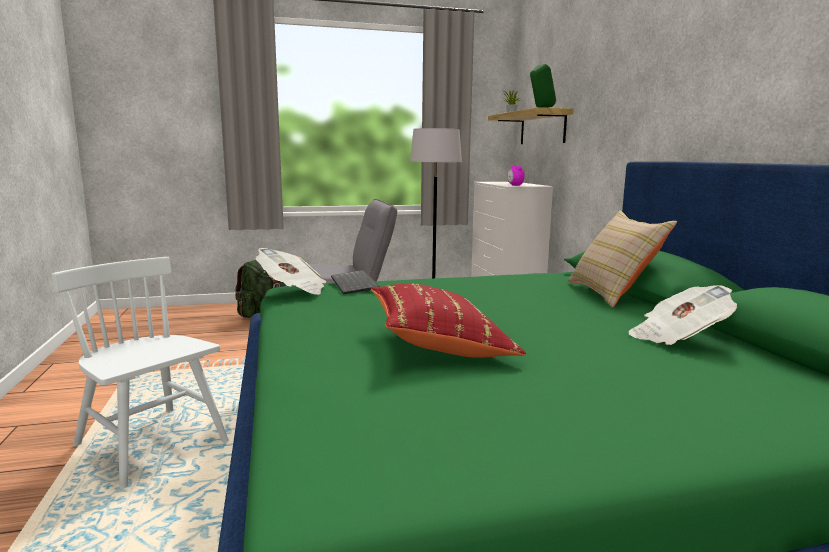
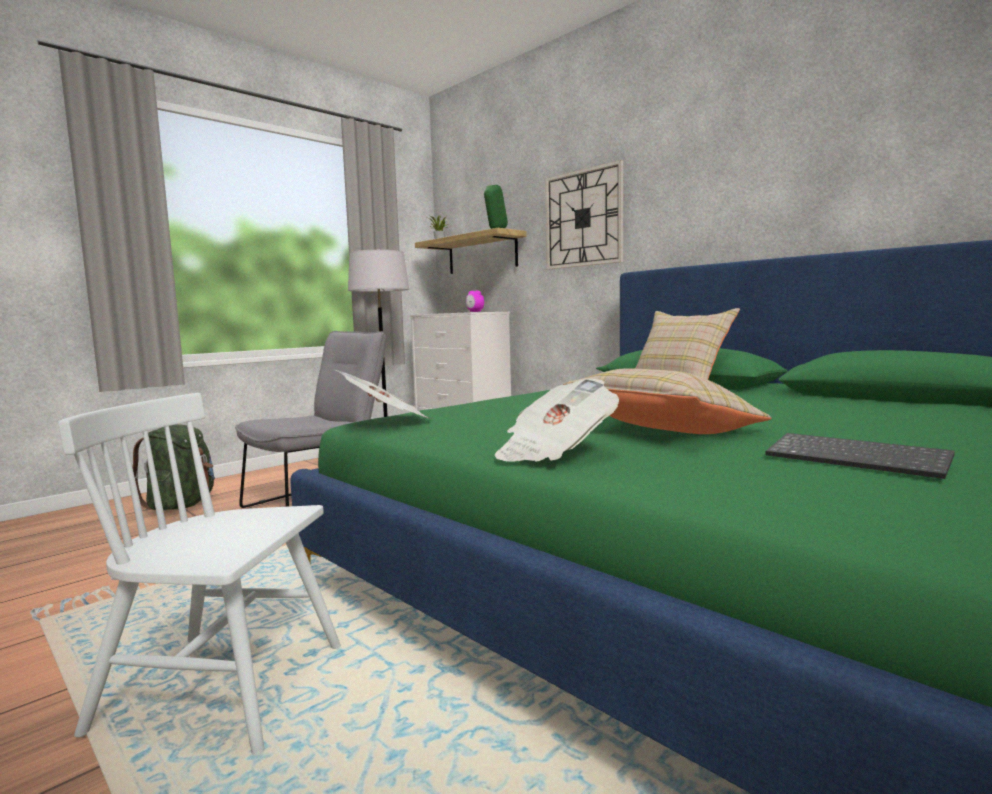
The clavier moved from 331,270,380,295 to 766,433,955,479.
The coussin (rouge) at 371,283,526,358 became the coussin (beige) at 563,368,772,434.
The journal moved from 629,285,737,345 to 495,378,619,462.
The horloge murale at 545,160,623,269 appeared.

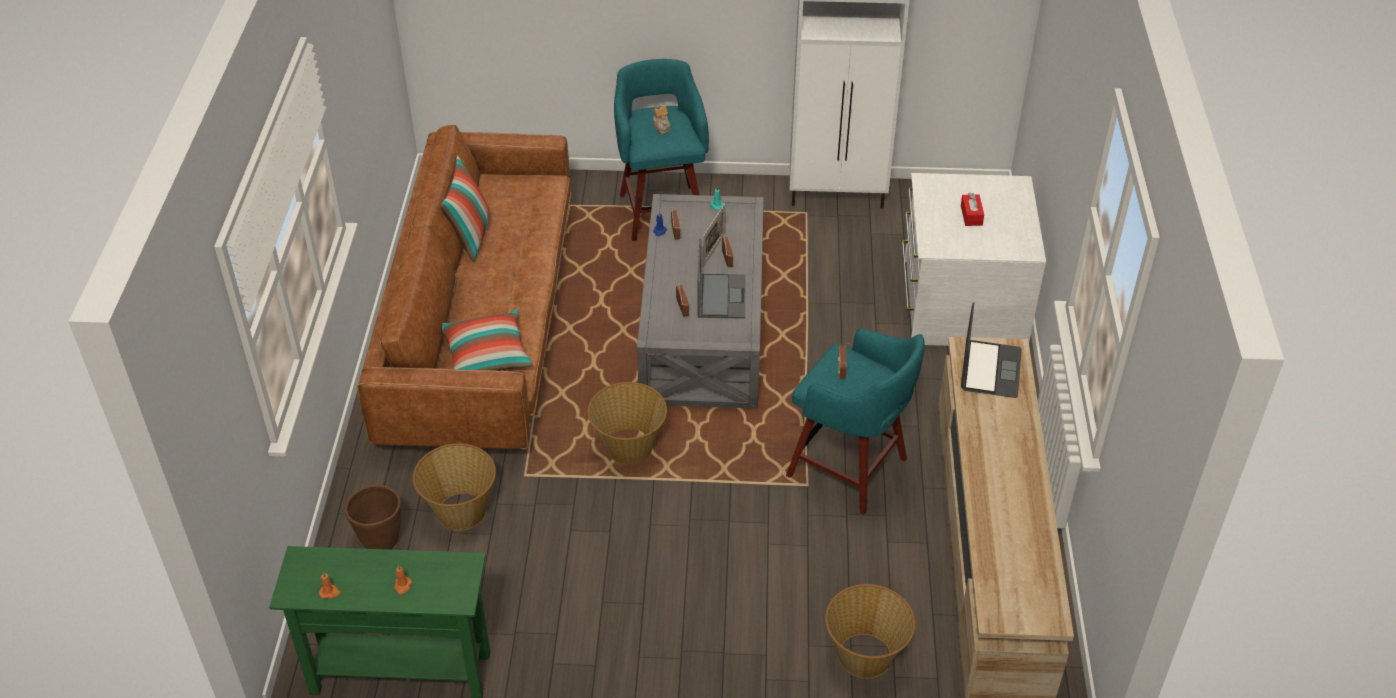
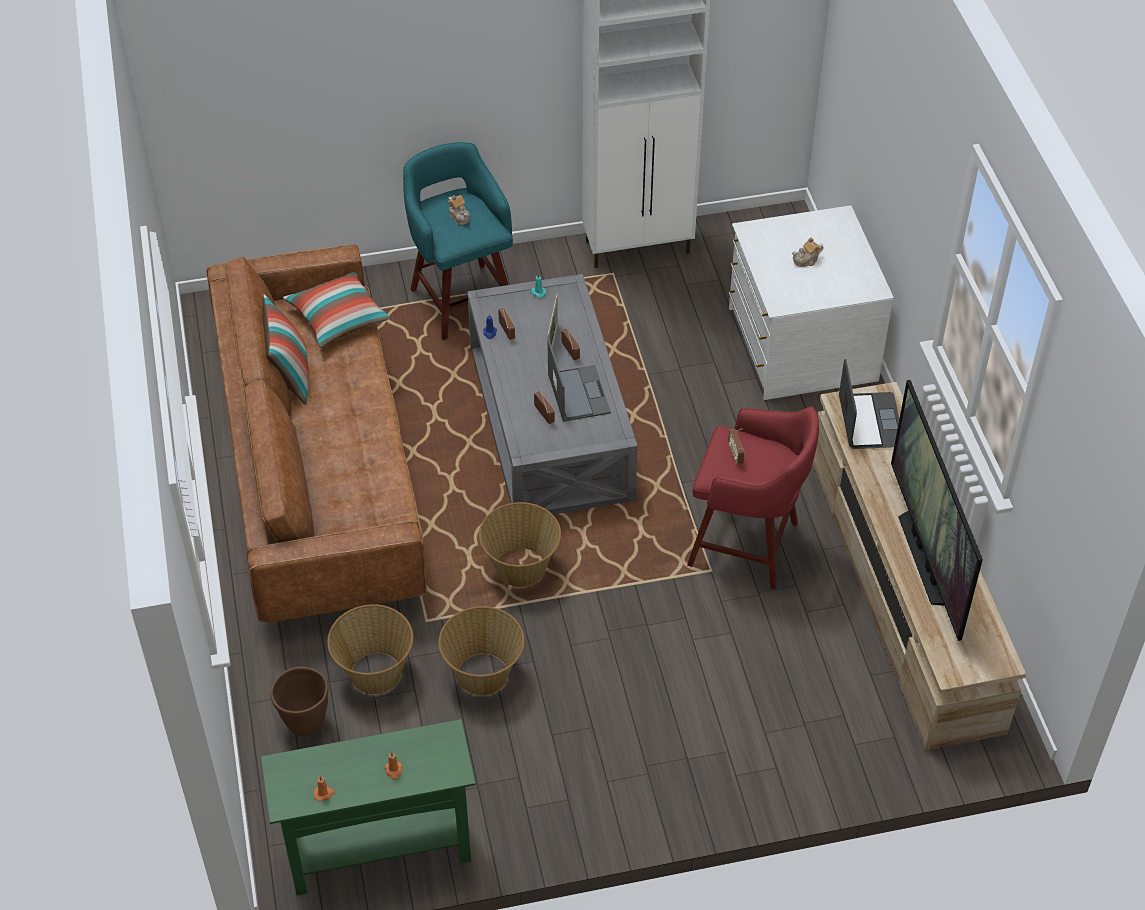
The boîte à mouchoirs (rouge) at 961,193,984,226 was replaced by the théière at 792,237,823,267.
The coussin moved from 442,310,533,371 to 283,272,391,348.
The tabouret (turquoise) at 786,328,925,515 became the tabouret (rouge) at 687,406,819,590.
The panier moved from 825,584,915,678 to 438,606,525,696.
The téléviseur at 891,380,983,641 appeared.

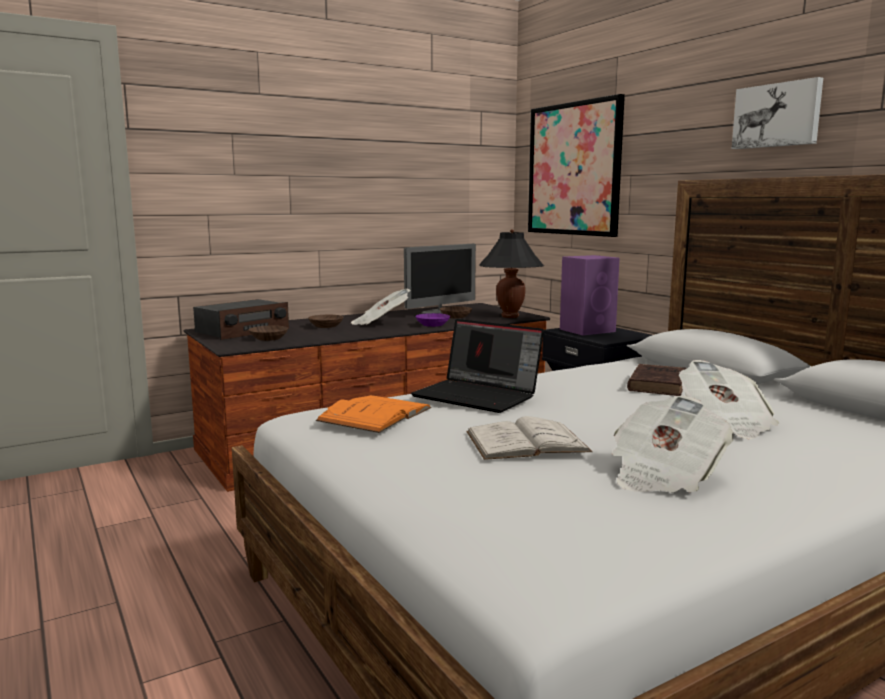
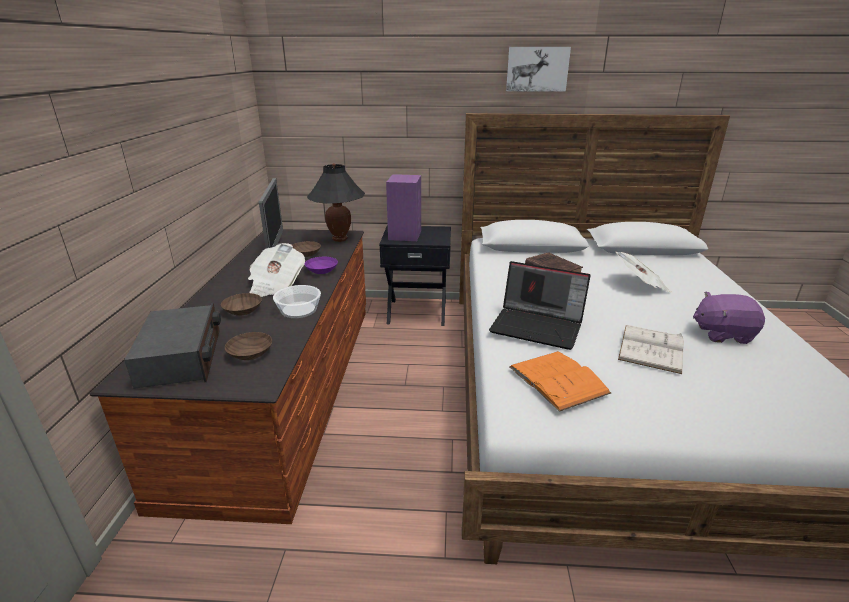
The tableau at 528,94,625,237 disappeared.
The ordinateur portable at 411,319,544,413 turned 45 degrees clockwise.
The journal at 612,396,734,492 was replaced by the peluche (violet) at 693,291,765,344.
The bol at 273,285,321,318 appeared.

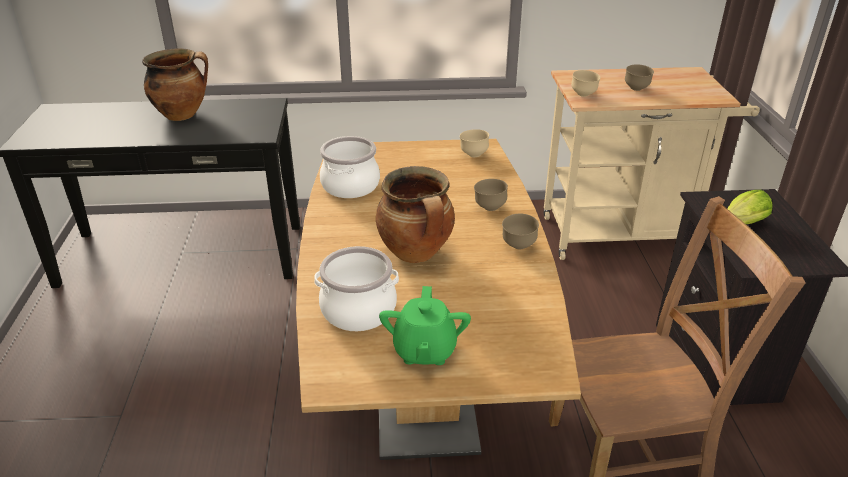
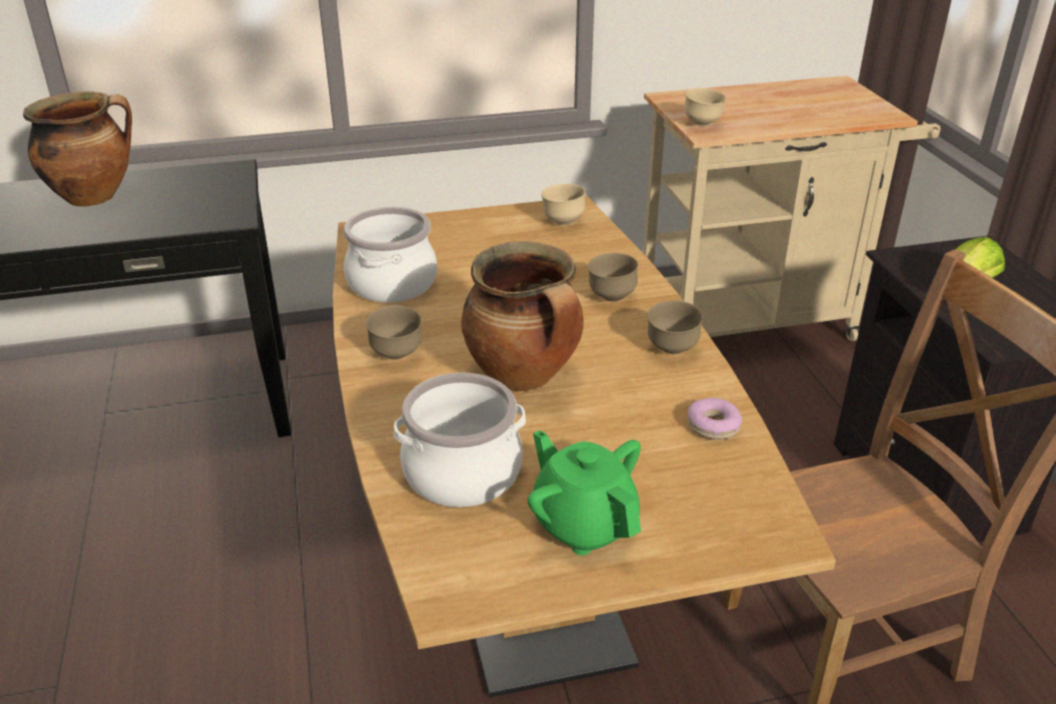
The bol (marron) moved from 625,64,654,91 to 366,305,422,360.
The théière (vert) at 379,286,471,365 turned 150 degrees clockwise.
The beignet at 687,398,742,440 appeared.

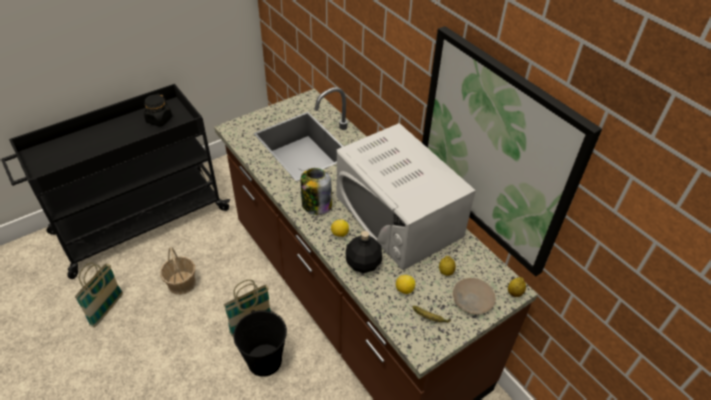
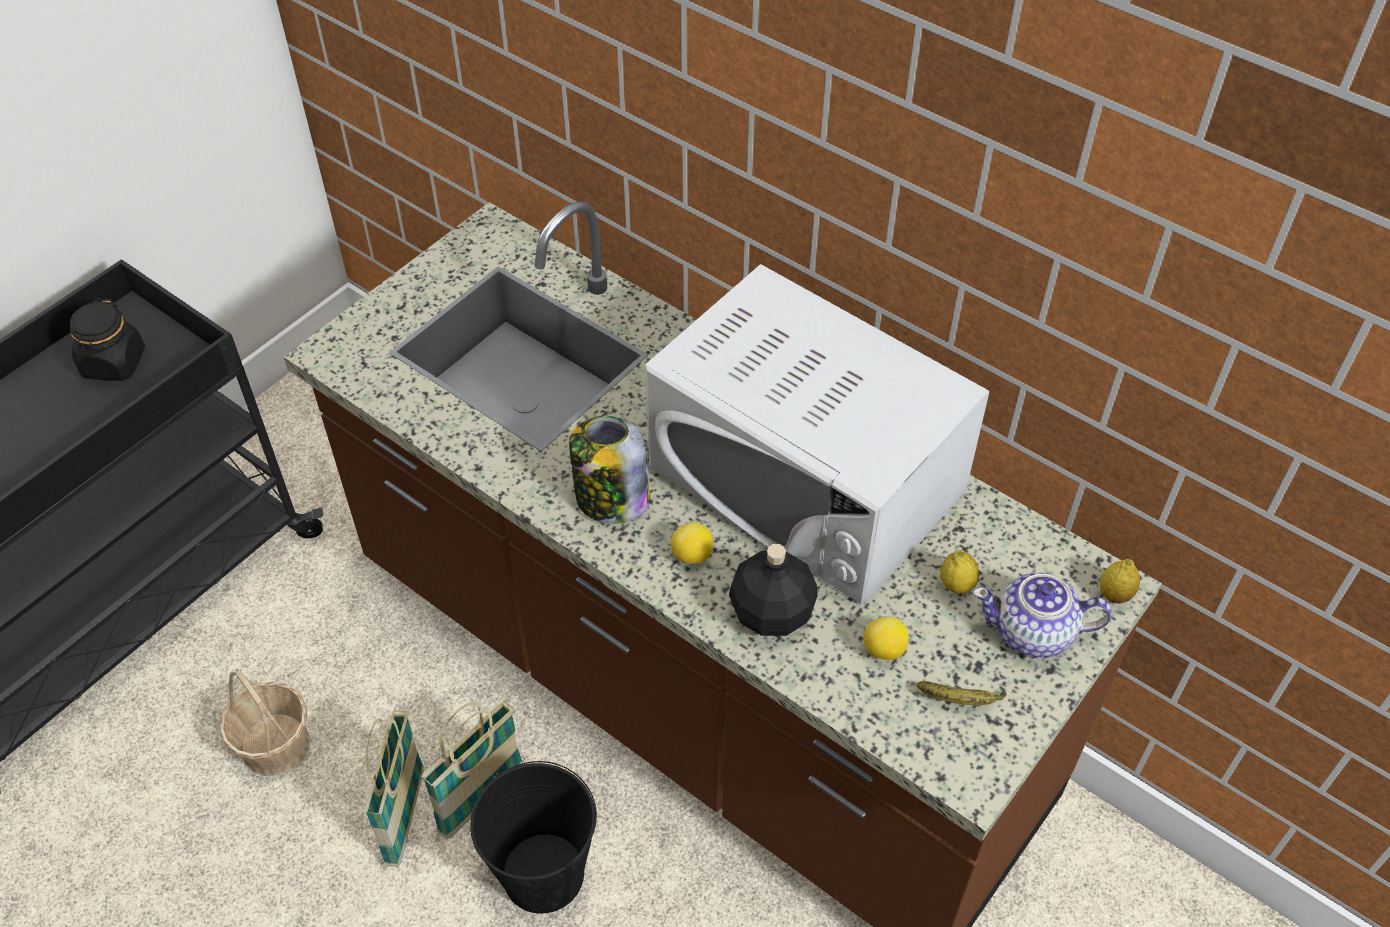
The tableau at 422,26,602,277 disappeared.
The panier moved from 75,262,123,327 to 365,710,424,867.
The assiette (beige) at 453,278,495,314 was replaced by the théière at 973,573,1112,658.

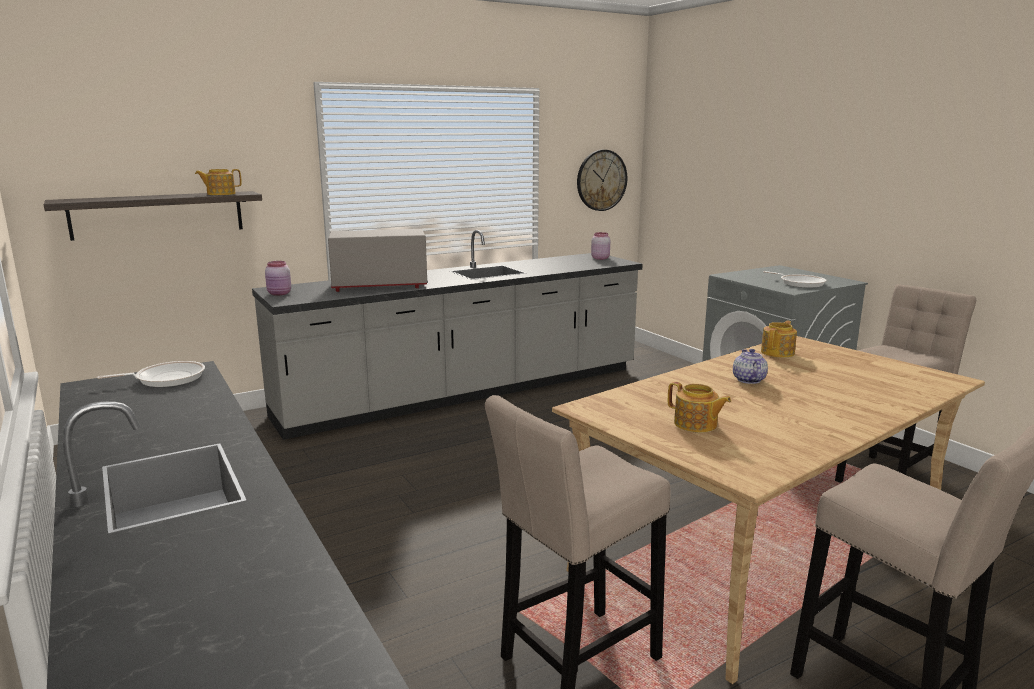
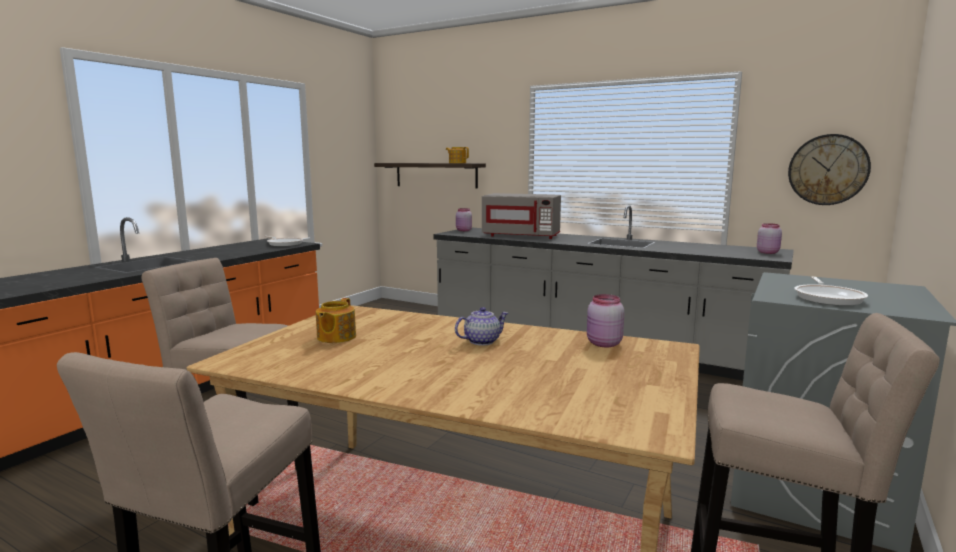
The micro-ondes (gris) at 328,229,427,292 turned 150 degrees clockwise.
The théière at 761,321,797,358 was replaced by the bocal (rose) at 587,294,625,347.

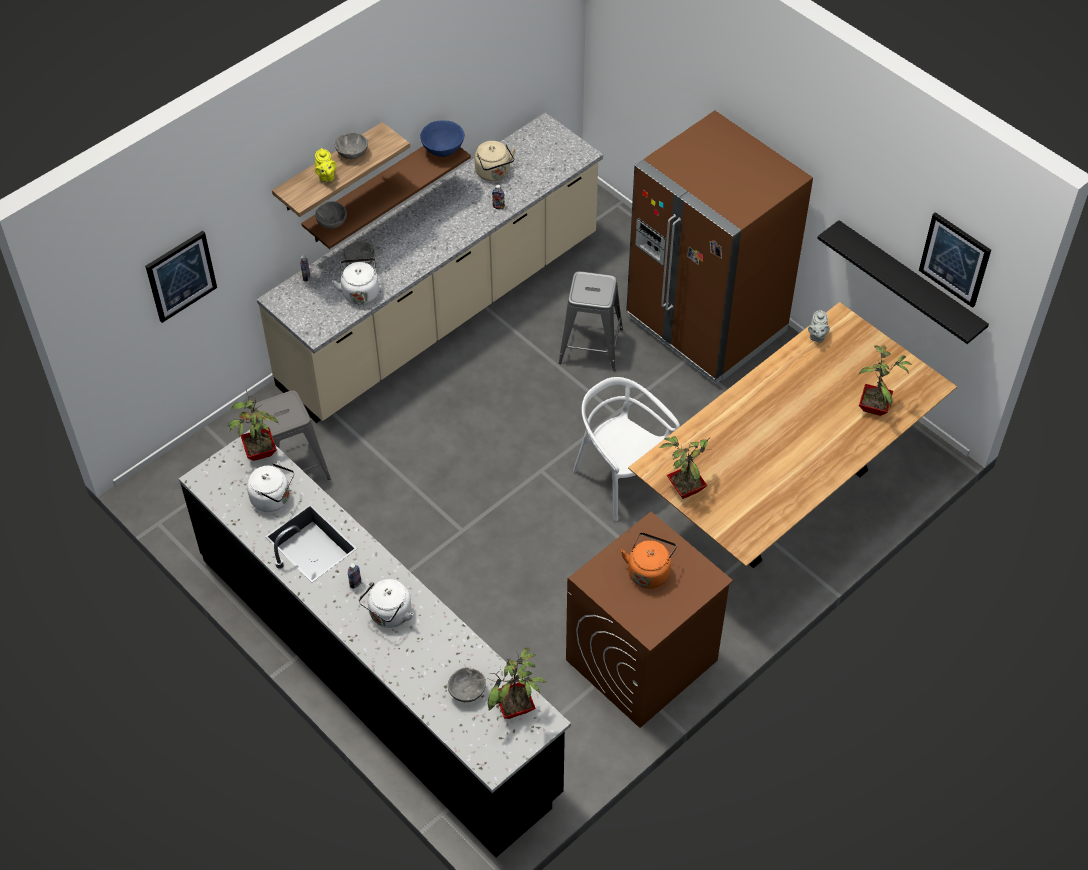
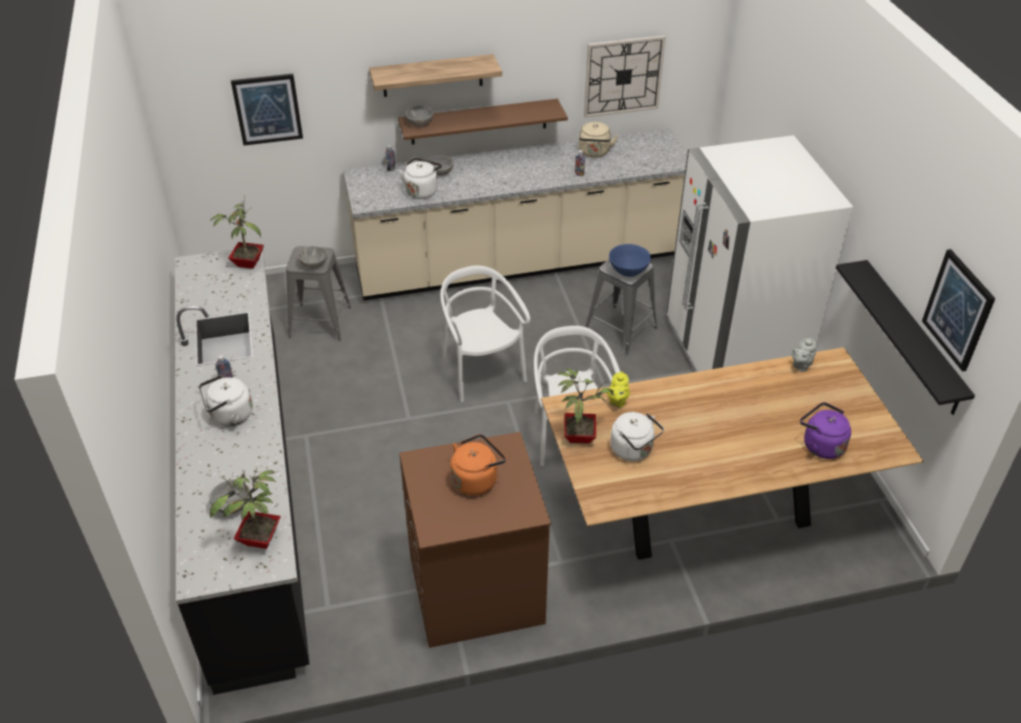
The réfrigérateur (marron) at 626,111,813,385 became the réfrigérateur (blanc) at 666,135,853,372.
The bol (bleu) moved from 420,120,465,157 to 609,244,651,277.
The bol (gris) moved from 334,133,368,159 to 298,246,327,268.
The théière (jaune) moved from 315,148,336,182 to 607,371,630,408.
The plante en pot at 859,346,912,416 was replaced by the bouilloire (violet) at 800,402,851,459.
The bouilloire (blanc) moved from 247,461,294,512 to 610,412,664,461.
The horloge murale at 584,35,666,118 appeared.
The chaise (blanc) at 440,266,530,402 appeared.

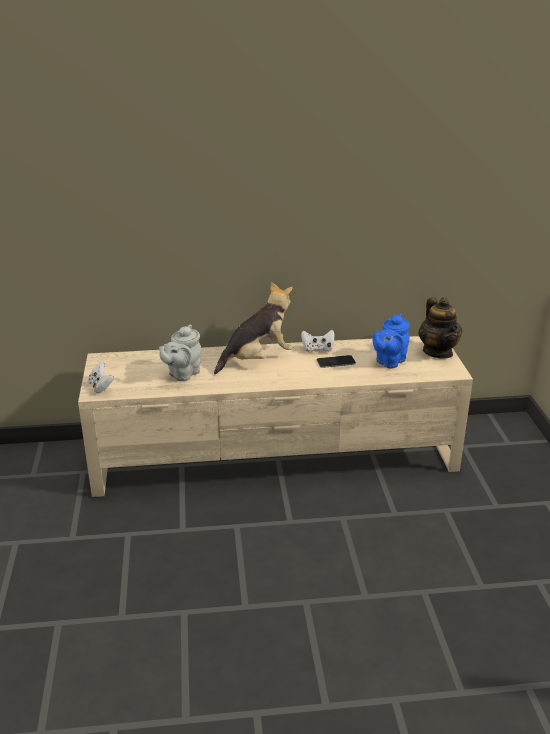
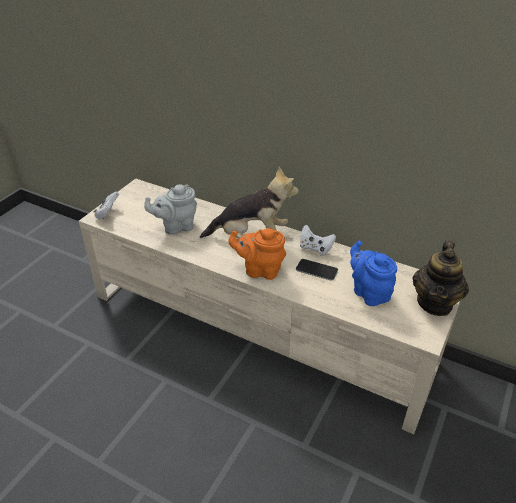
The théière (bleu) at 372,314,410,368 turned 75 degrees clockwise.
The théière (orange) at 228,228,286,280 appeared.

